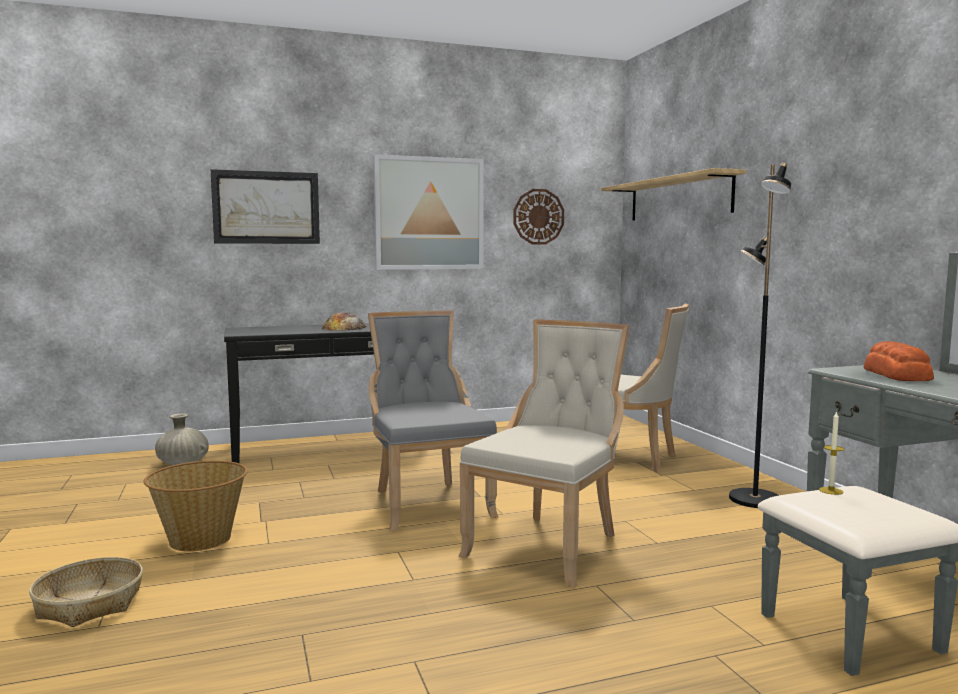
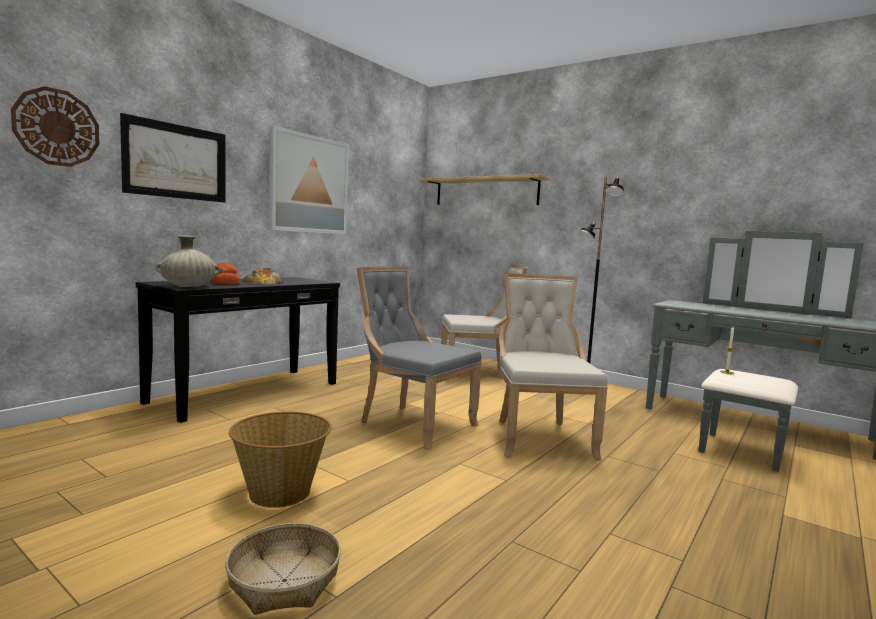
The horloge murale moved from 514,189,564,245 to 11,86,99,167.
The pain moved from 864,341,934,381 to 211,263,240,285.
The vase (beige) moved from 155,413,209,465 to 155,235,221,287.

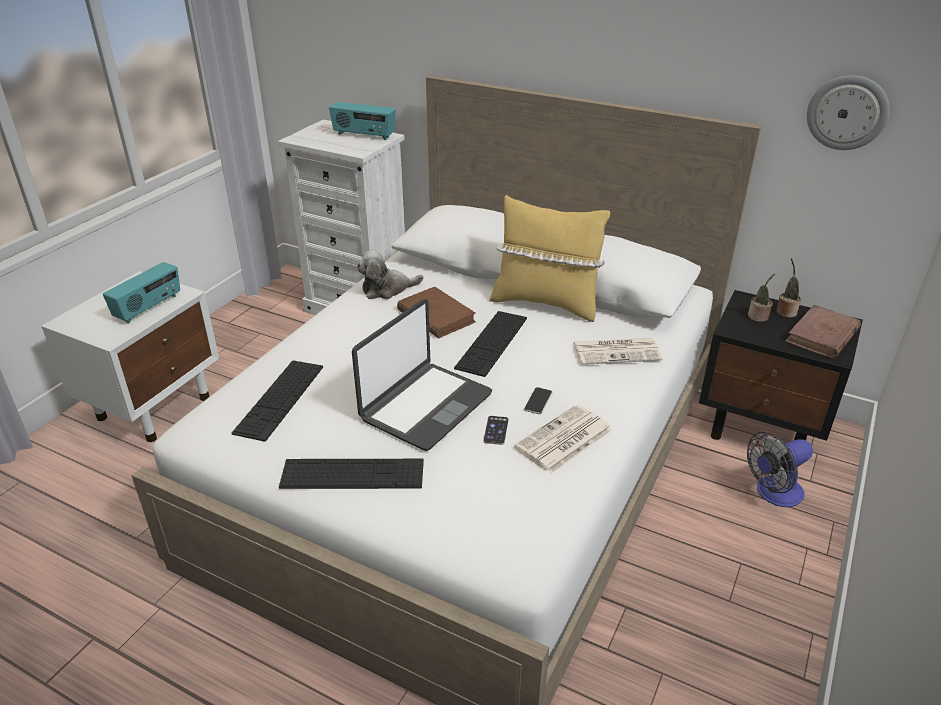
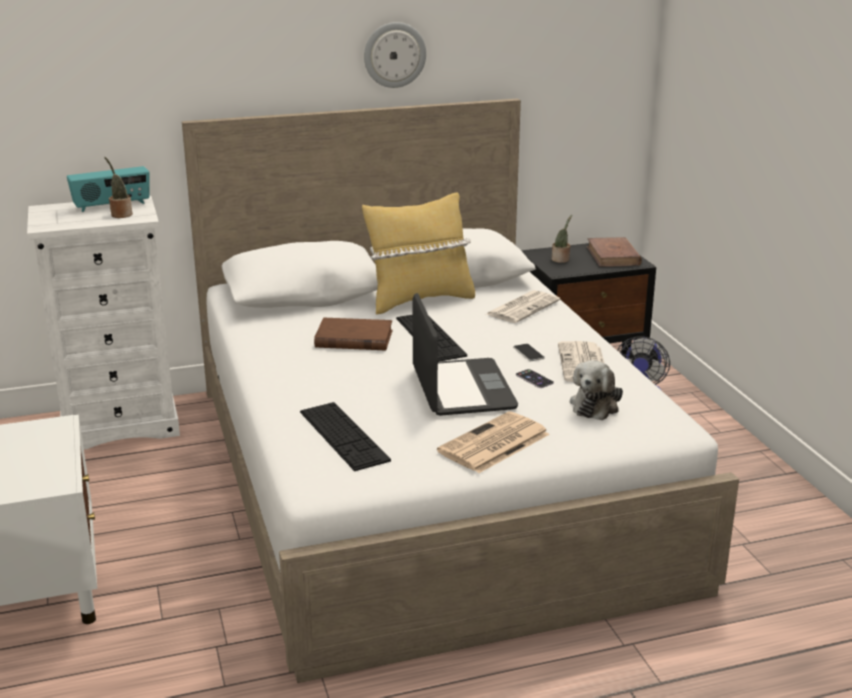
The horloge murale moved from 807,75,889,150 to 364,22,426,88.
The peluche moved from 357,251,423,299 to 570,360,623,420.
The plante en pot moved from 776,258,801,318 to 105,157,133,218.
The radio at 103,262,180,323 disappeared.
The clavier at 279,459,424,489 was replaced by the journal at 437,411,550,473.

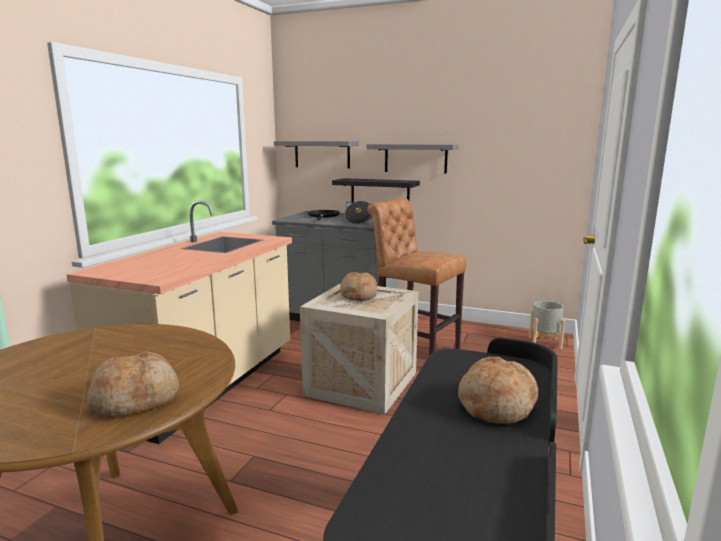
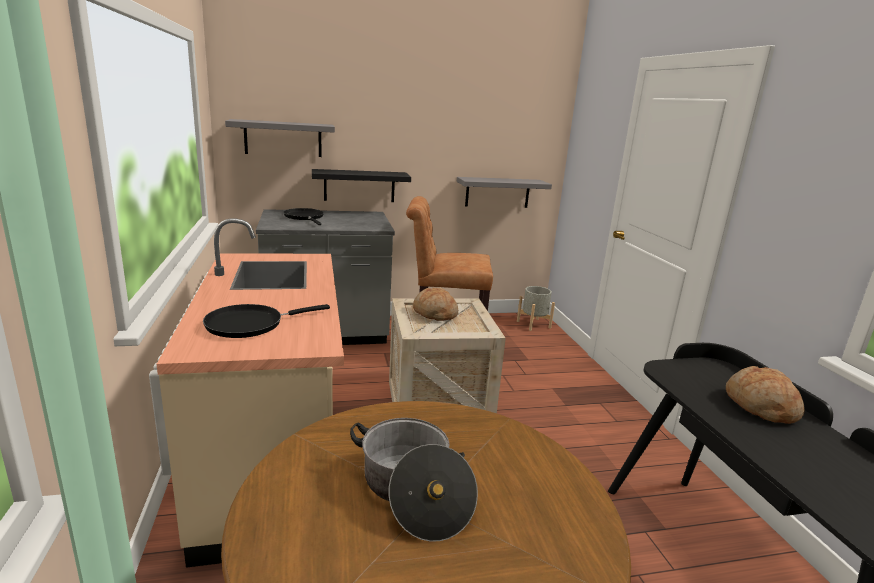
The étagère (gris) moved from 366,144,459,173 to 457,177,552,208.
The marmite moved from 345,201,373,224 to 350,418,478,542.
The pain at 87,351,179,417 disappeared.
The poêle (noir) at 203,304,330,338 appeared.

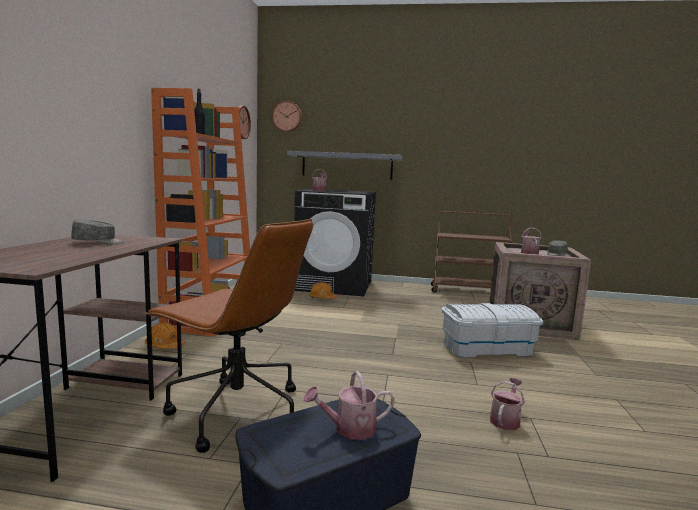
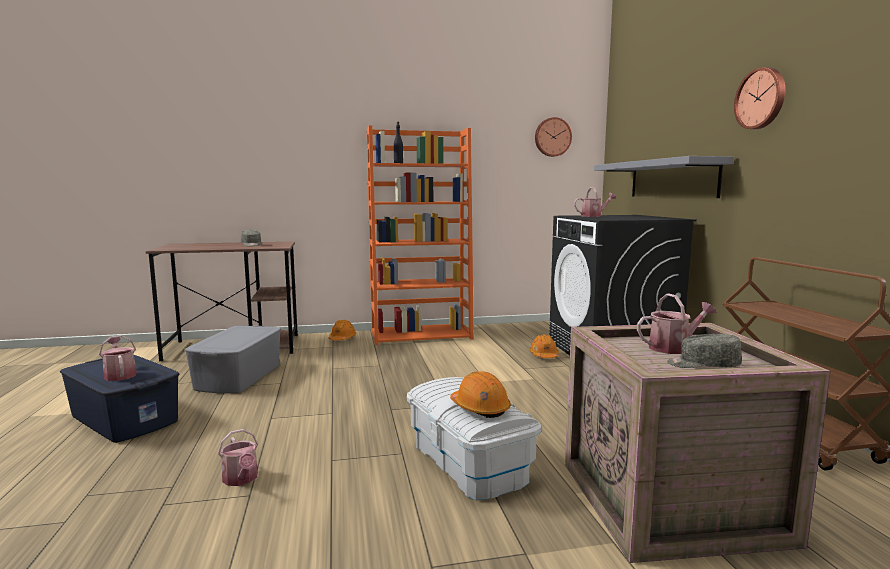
The horloge murale moved from 272,101,302,132 to 734,67,785,129.
The chaise de bureau (marron) at 145,219,313,453 was replaced by the boîte de rangement (gris) at 185,325,281,393.
The arrosoir at 490,378,525,430 turned 45 degrees clockwise.
The casque de chantier (orange) at 450,371,511,418 appeared.

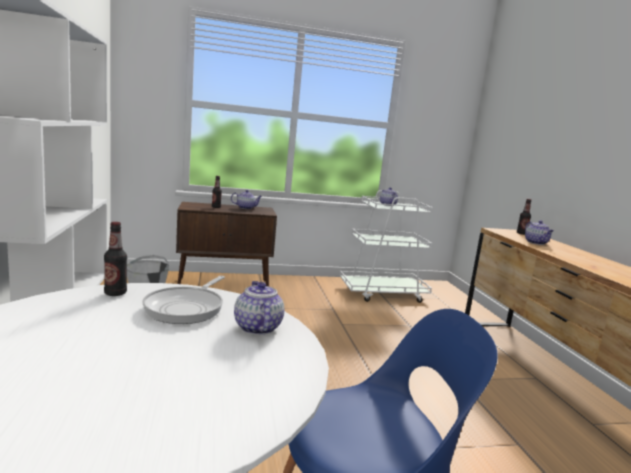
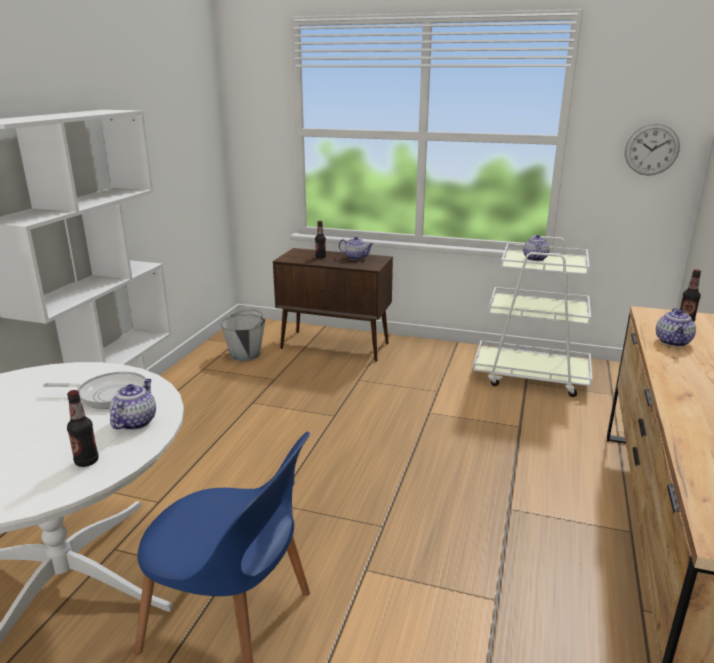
The bouteille moved from 104,222,127,296 to 67,390,99,467.
The poêle at 142,276,225,324 turned 135 degrees counterclockwise.
The horloge murale at 625,124,680,176 appeared.

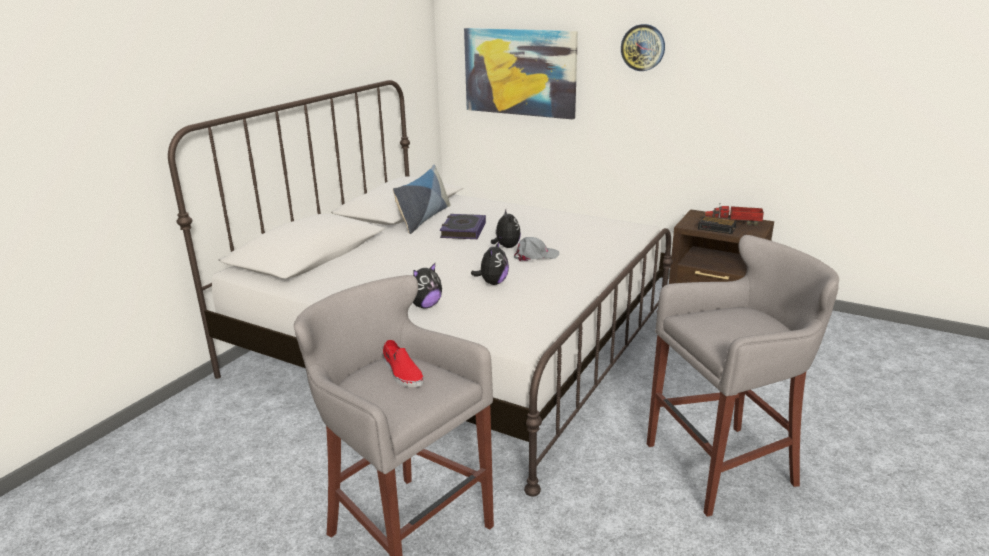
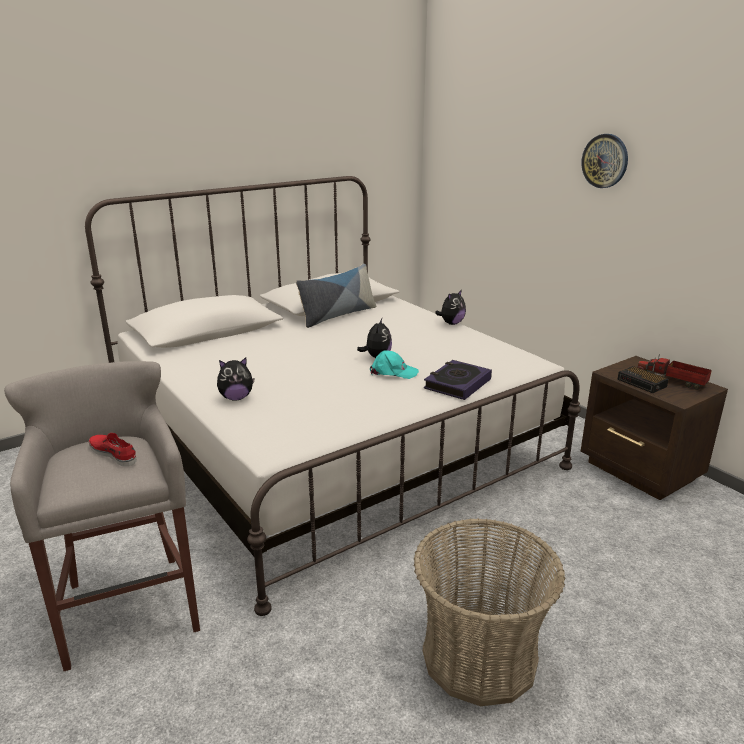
The tableau at 464,28,578,119 disappeared.
The livre moved from 440,214,486,239 to 424,360,492,400.
The tabouret (gris) at 647,235,839,517 was replaced by the panier at 413,518,566,706.
The casquette (gris) at 514,237,559,262 became the casquette (turquoise) at 370,350,419,379.
The peluche moved from 471,240,509,285 to 435,289,466,325.
The chaussure (rouge) at 383,340,424,387 turned 135 degrees clockwise.

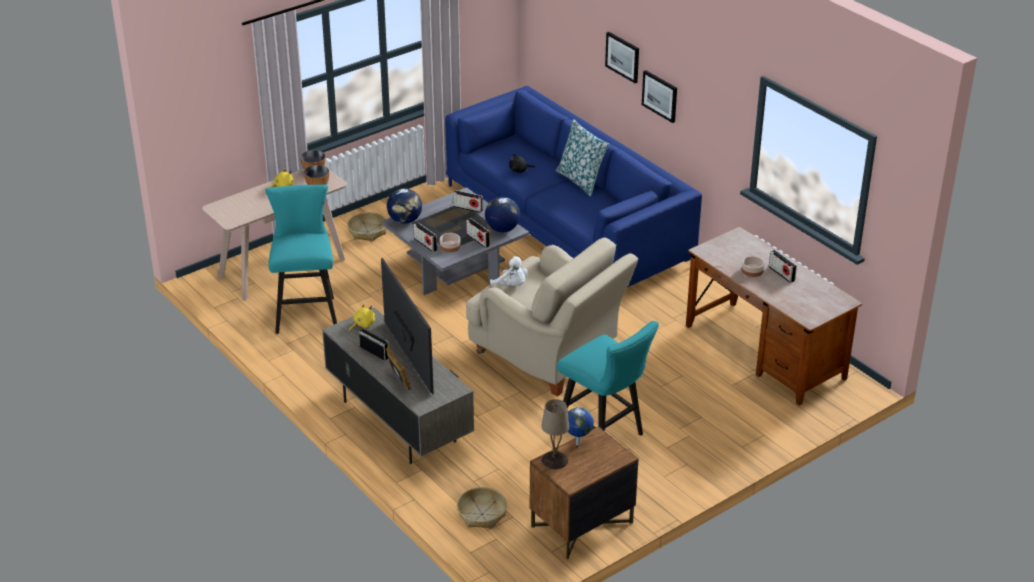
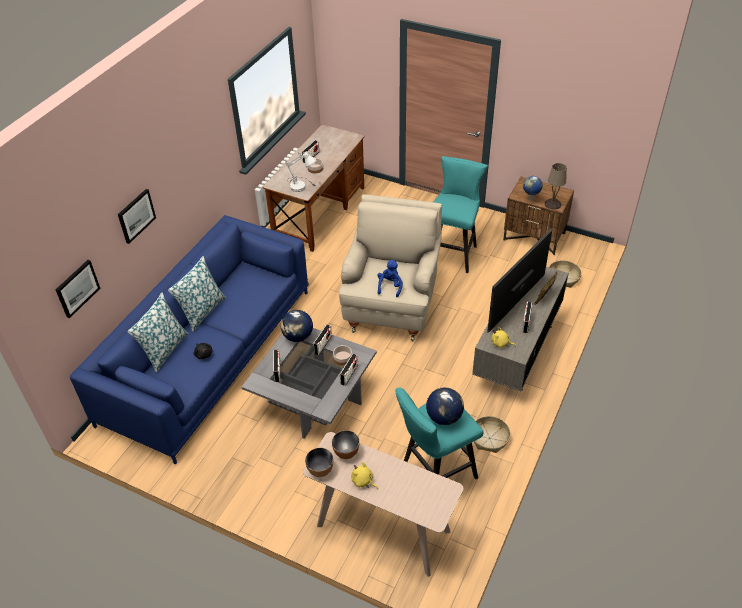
The tableau moved from 642,70,677,123 to 56,260,100,319.
The globe moved from 387,188,422,224 to 426,387,464,425.
The panier moved from 347,212,387,242 to 474,416,511,453.
The peluche (blanc) at 490,256,527,286 became the peluche (bleu) at 378,260,403,297.
The lampe de table (blanc) at 285,151,317,192 appeared.
The coussin at 127,293,189,373 appeared.

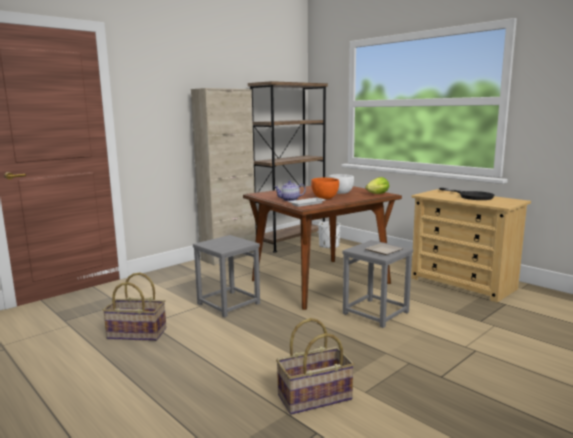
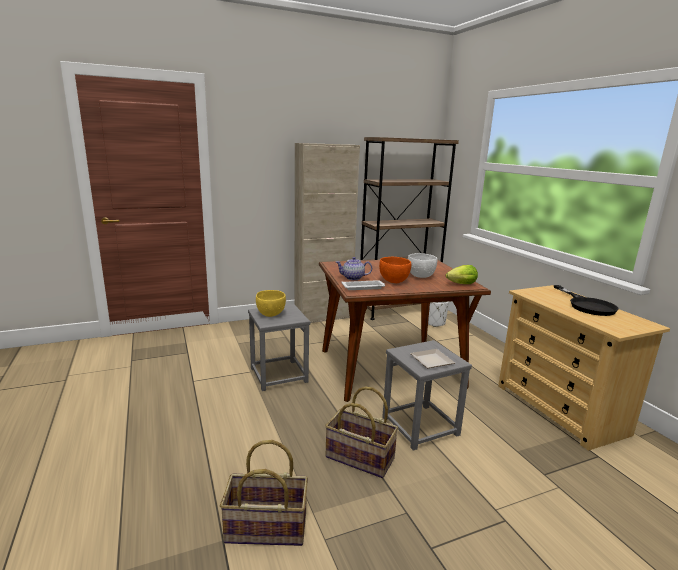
The panier moved from 102,273,166,341 to 325,386,398,478.
The bol (jaune) at 256,290,286,317 appeared.

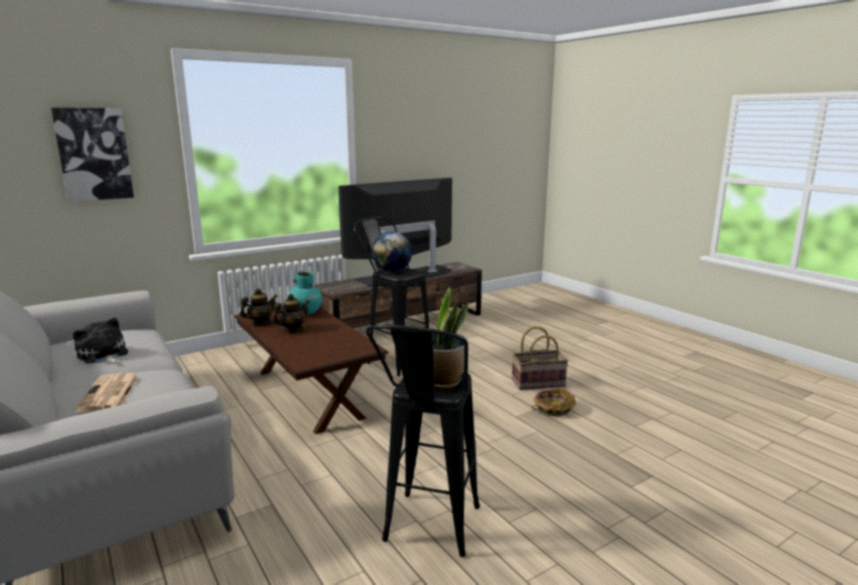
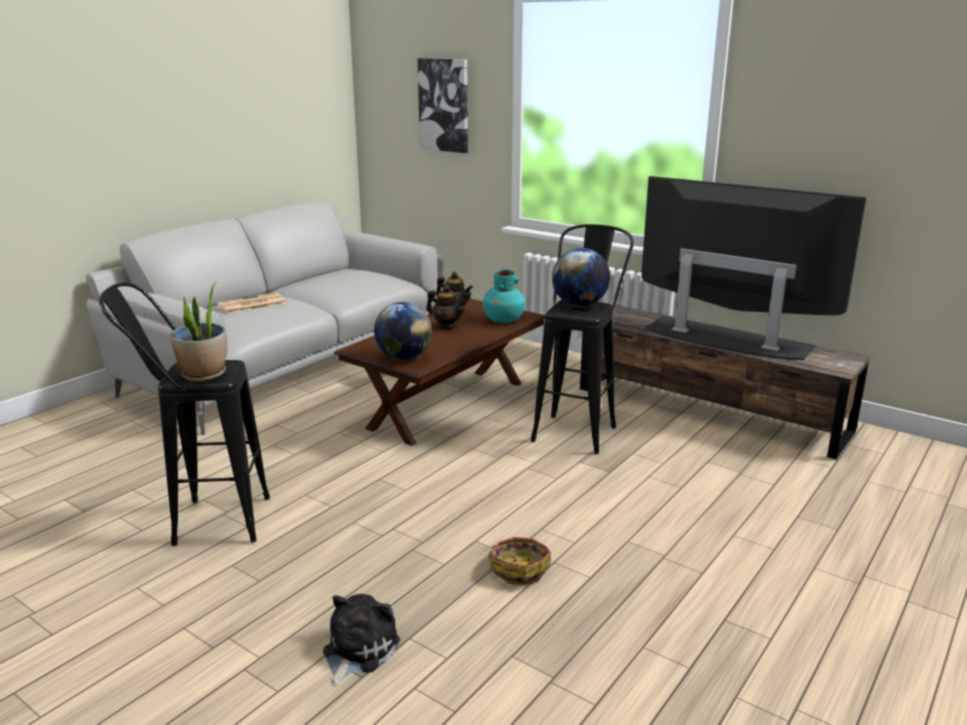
The peluche moved from 73,318,128,364 to 323,594,400,686.
The panier at 512,326,568,390 disappeared.
The globe at 374,302,432,360 appeared.

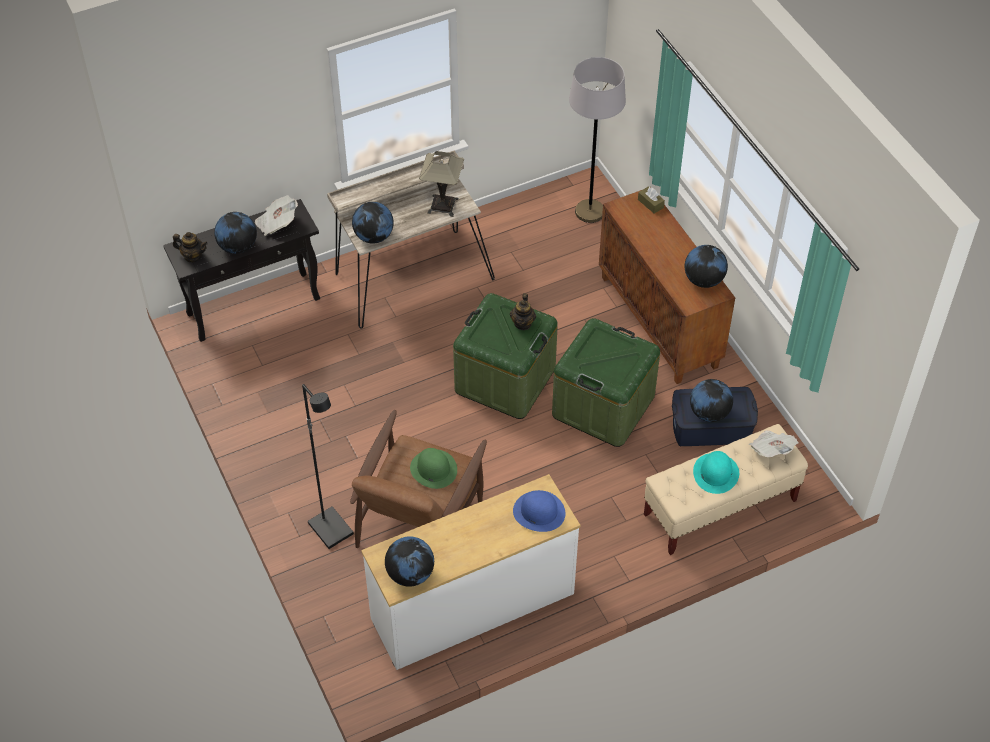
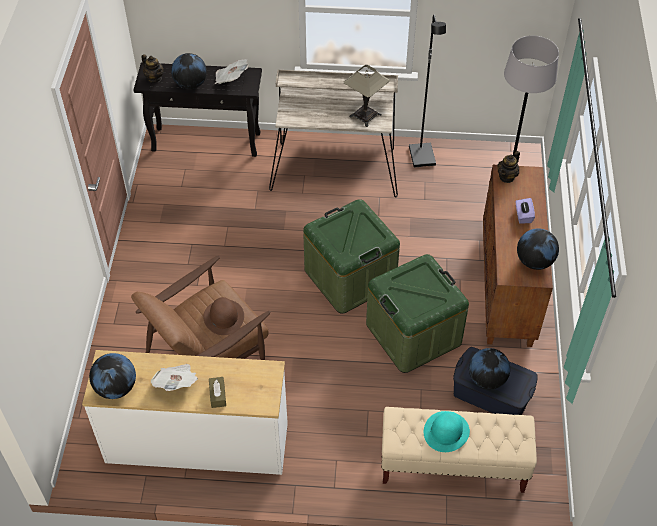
The boîte à mouchoirs (marron) moved from 638,186,665,214 to 209,377,226,408.
The globe at 352,202,394,243 disappeared.
The théière moved from 510,293,536,330 to 497,151,520,183.
The lampadaire (noir) moved from 302,384,354,549 to 409,15,446,168.
The journal moved from 749,430,799,457 to 151,364,198,391.
The chapeau (vert) at 410,448,457,489 became the chapeau (marron) at 203,297,244,335.
The chapeau (bleu) at 513,490,565,532 disappeared.
The boîte à mouchoirs (violet) at 516,198,535,223 appeared.

